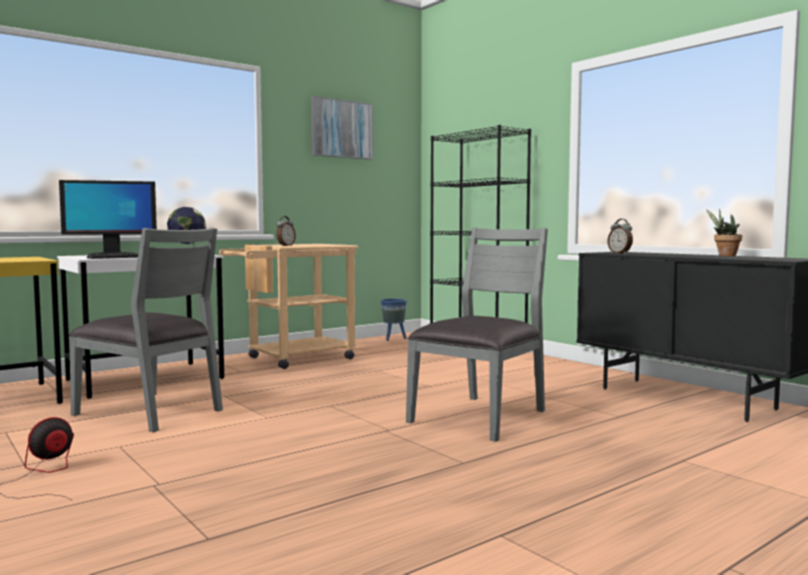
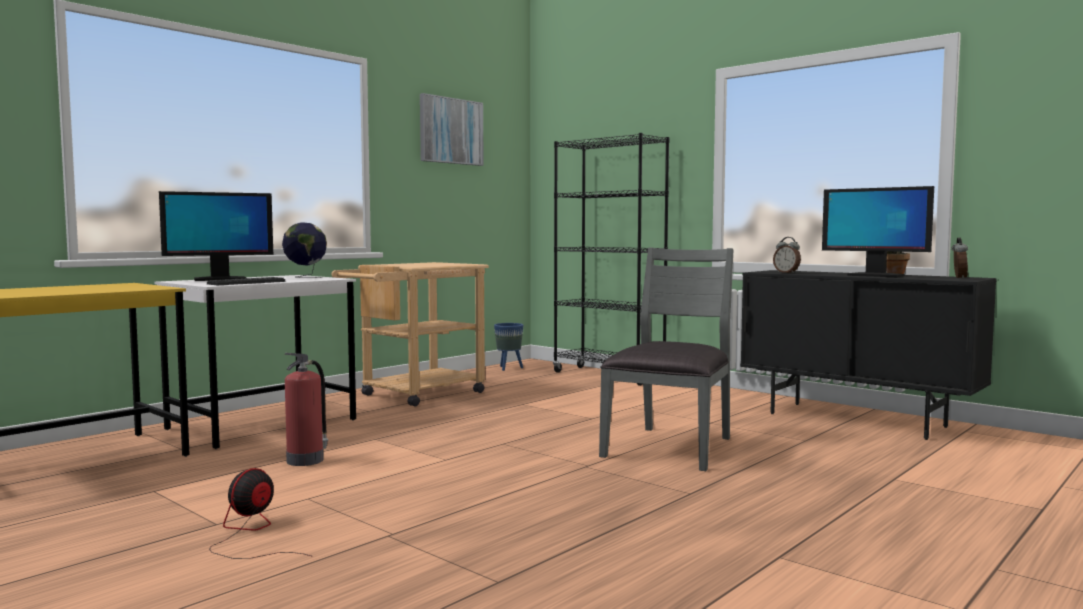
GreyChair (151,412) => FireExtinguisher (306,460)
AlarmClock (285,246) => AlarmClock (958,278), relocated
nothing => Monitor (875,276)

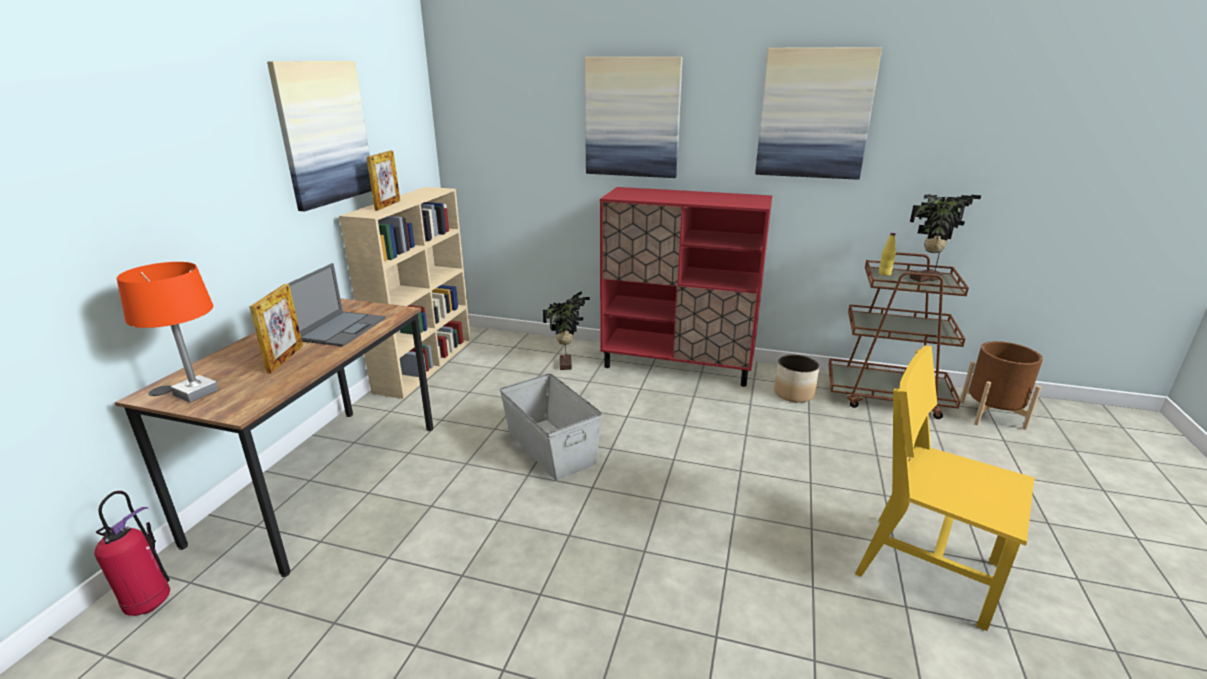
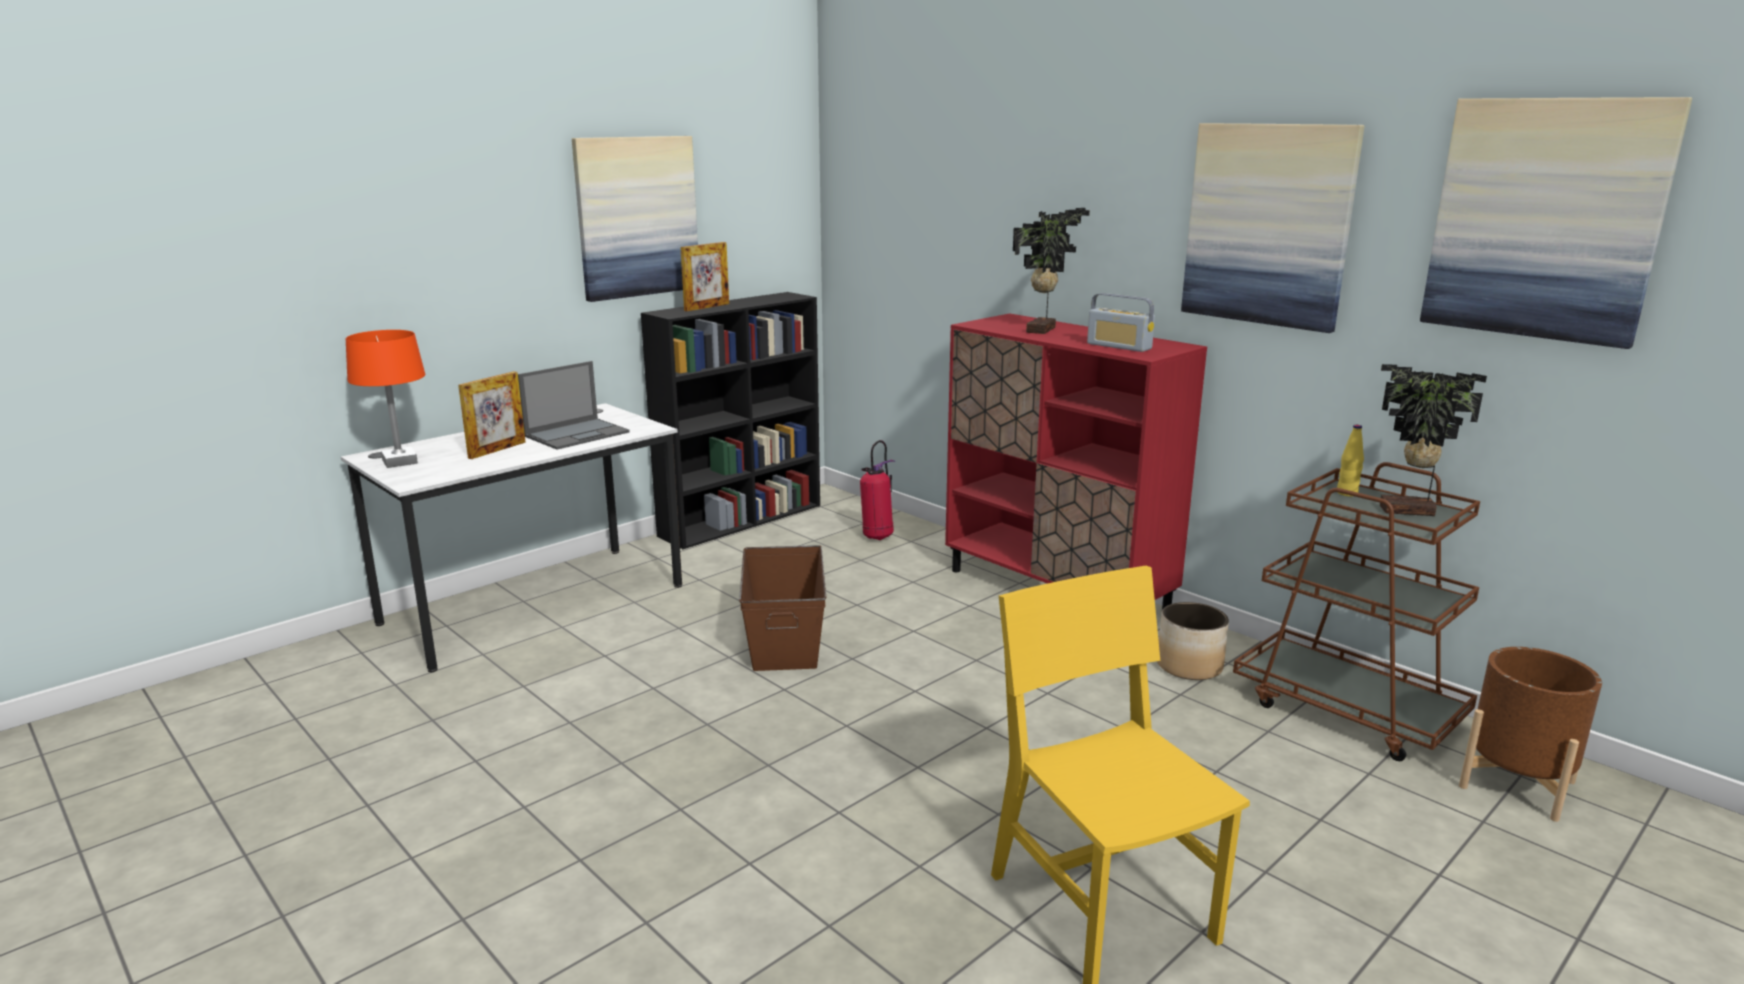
FireExtinguisher (149,602) => FireExtinguisher (877,537), relocated
BrownDesk (323,480) => WhiteDesk (534,604)
BeigeBookcase (425,364) => BlackBookcase (742,520)
GreyStorageBox (551,447) => BrownStorageBox (785,637)
PottedPlant (567,364) => PottedPlant (1044,330), relocated
Picture (632,118) => Picture (1545,219), relocated
nothing => Radio (1119,346)

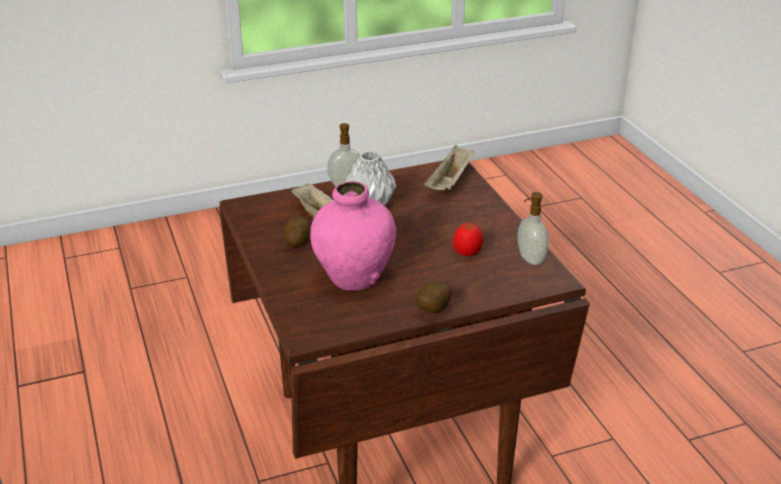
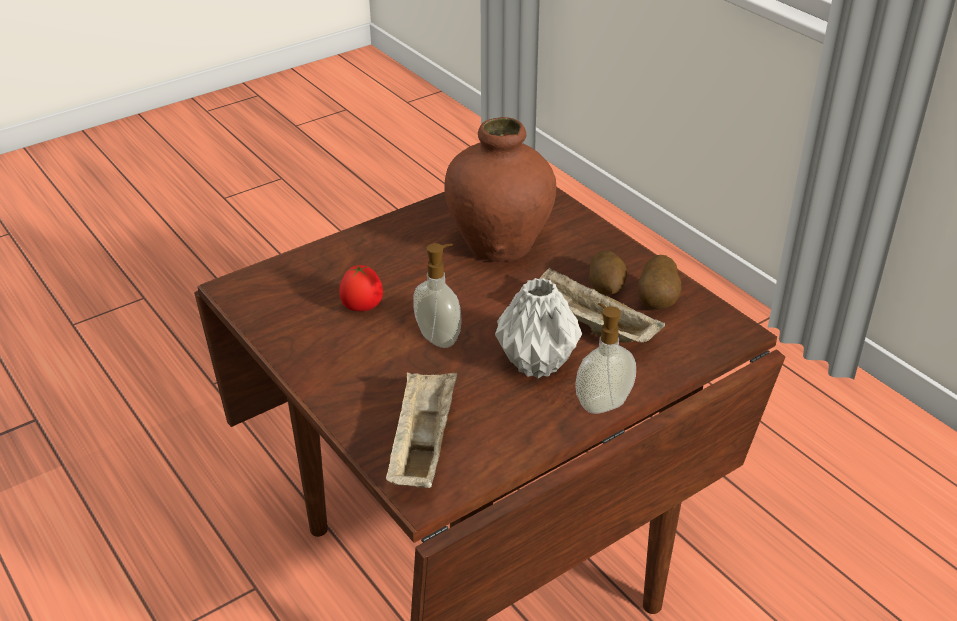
PinkVase (354,278) => BrownVase (500,247)
Potato (431,310) => Potato (658,302), relocated
SoapDispenser (529,259) => SoapDispenser (439,337), relocated

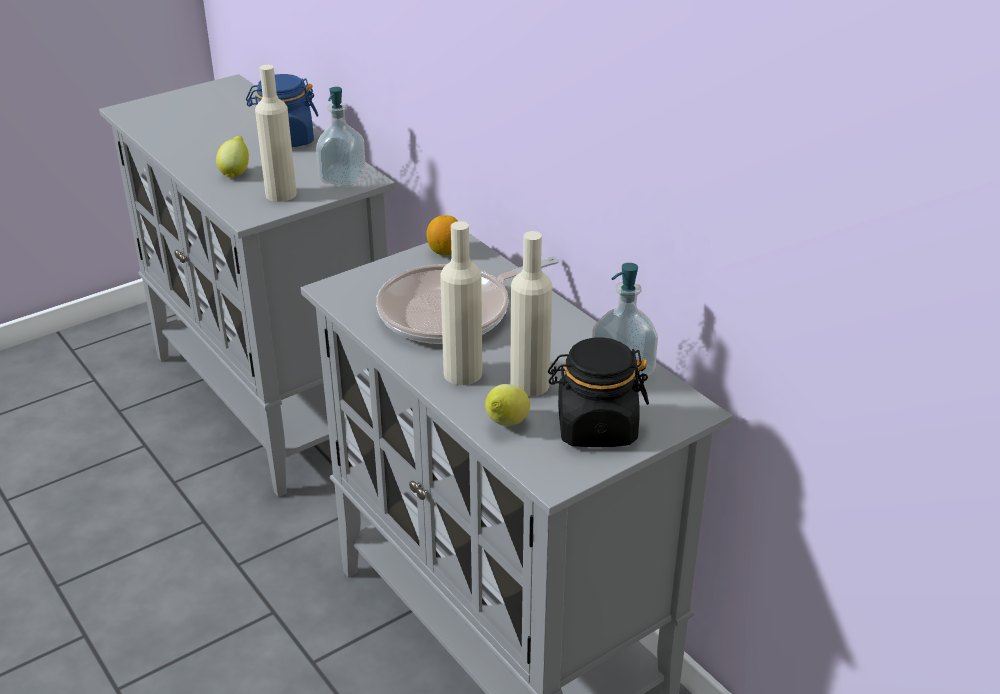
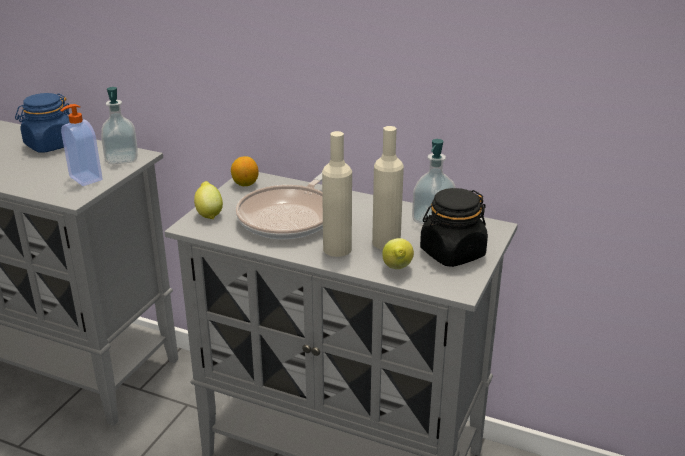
Lemon (235,173) => Lemon (209,214), relocated
BeigeBottle (281,194) => SoapDispenser (84,179)

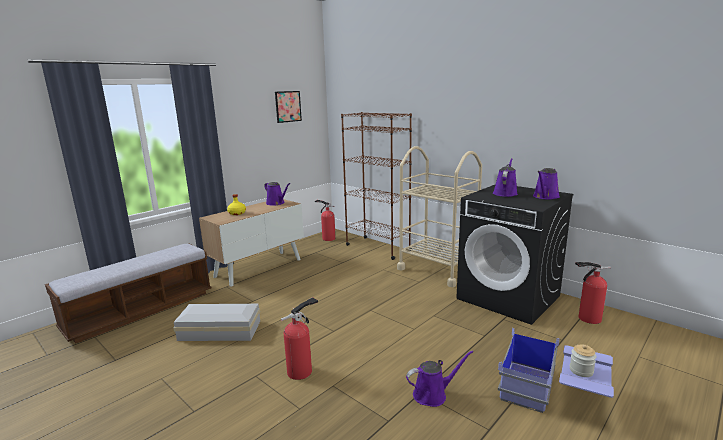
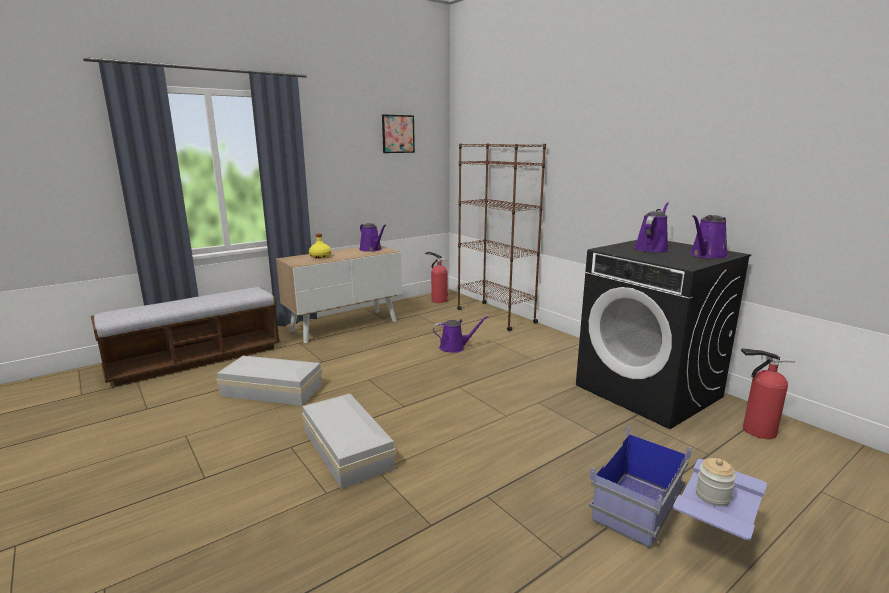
FireExtinguisher (302,370) => WhiteStorageBox (347,448)
BeigeCart (437,269) => nothing
PurpleWateringCan (433,394) => PurpleWateringCan (455,347), relocated

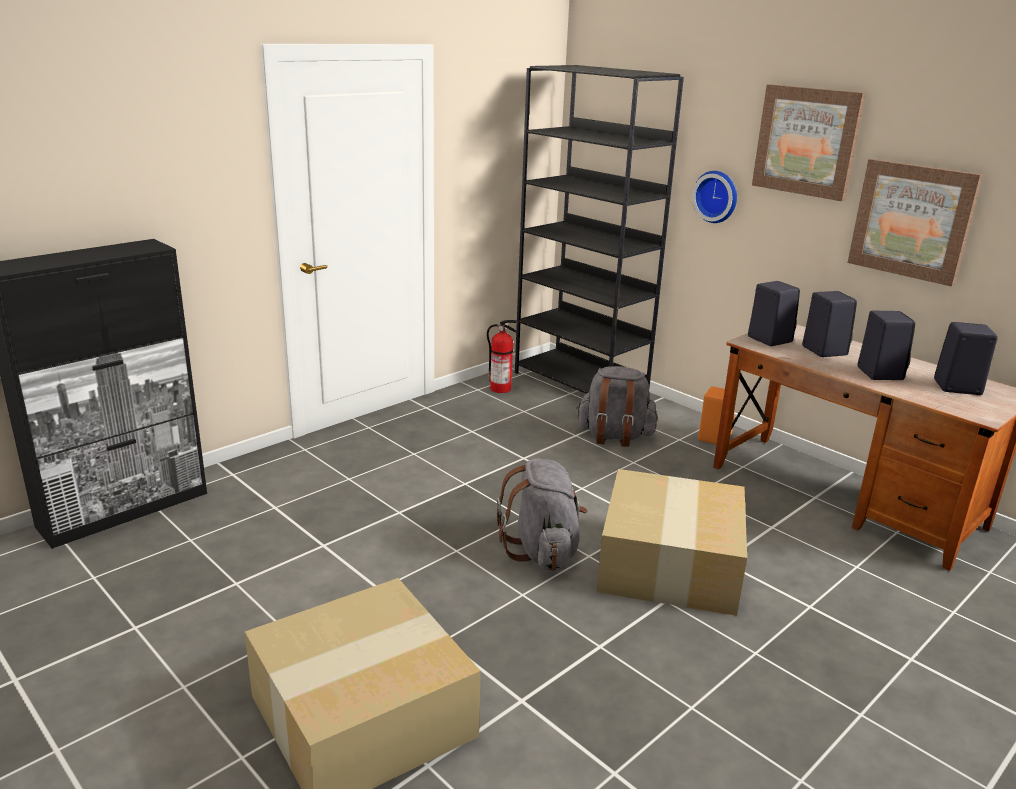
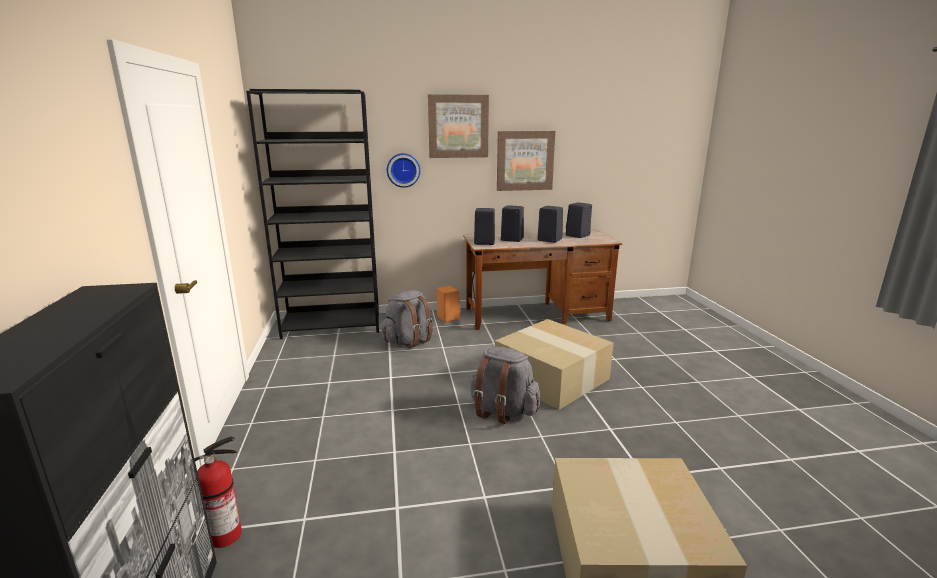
FireExtinguisher (501,389) => FireExtinguisher (226,534), relocated

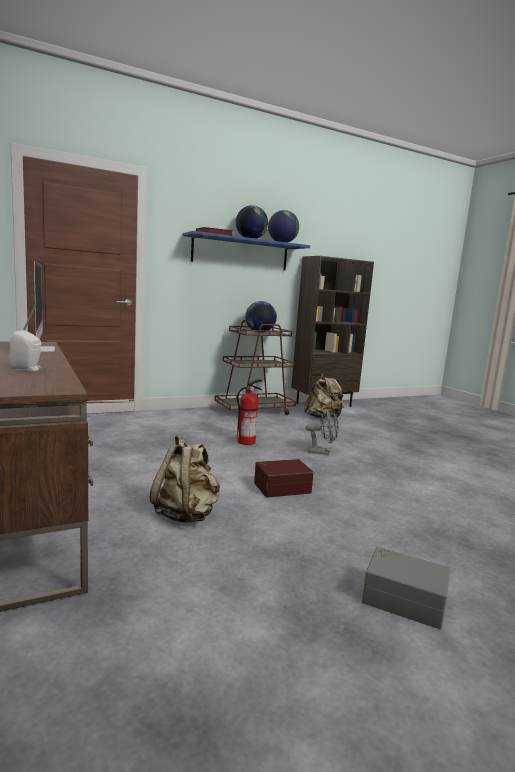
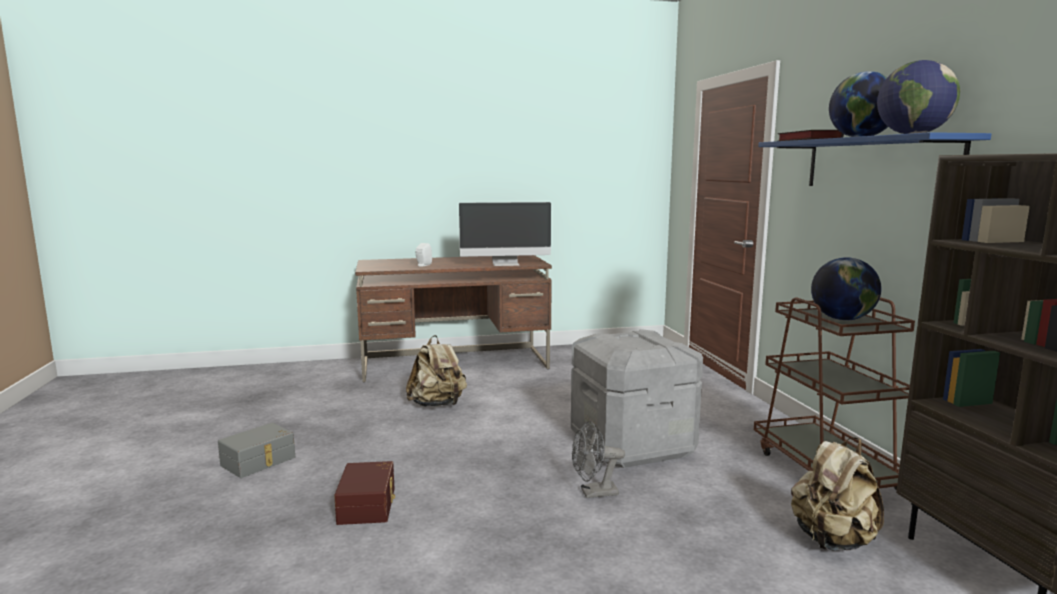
FireExtinguisher (246,442) => GreyStorageBox (633,445)
BrownStorageBox (281,487) => BrownStorageBox (368,505), relocated
GreyFan (322,452) => GreyFan (594,493), 60 degrees clockwise

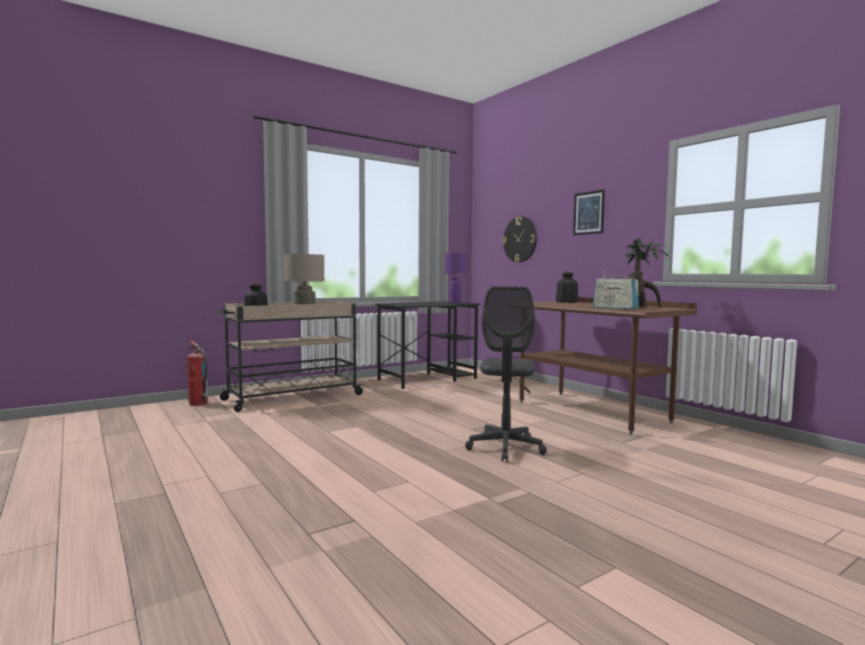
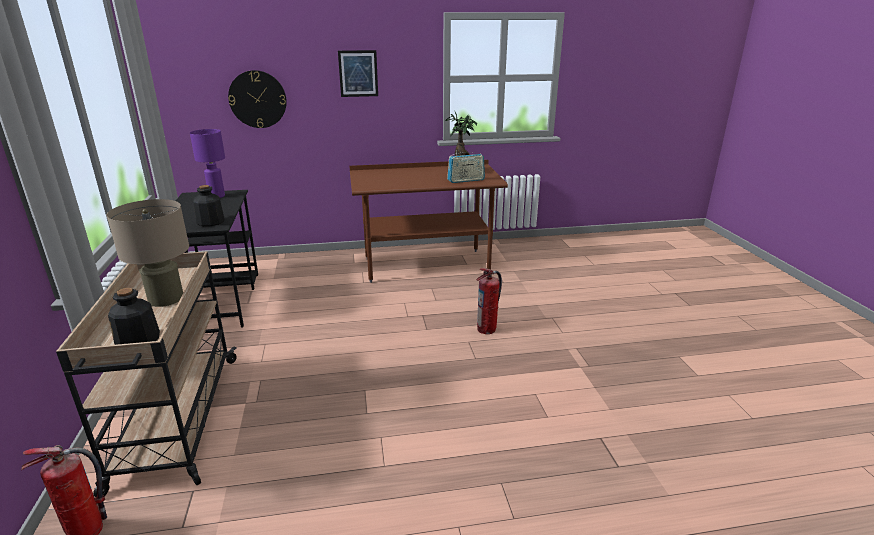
GreyOfficeChair (505,448) => FireExtinguisher (487,329)
Bottle (566,302) => Bottle (210,222), relocated

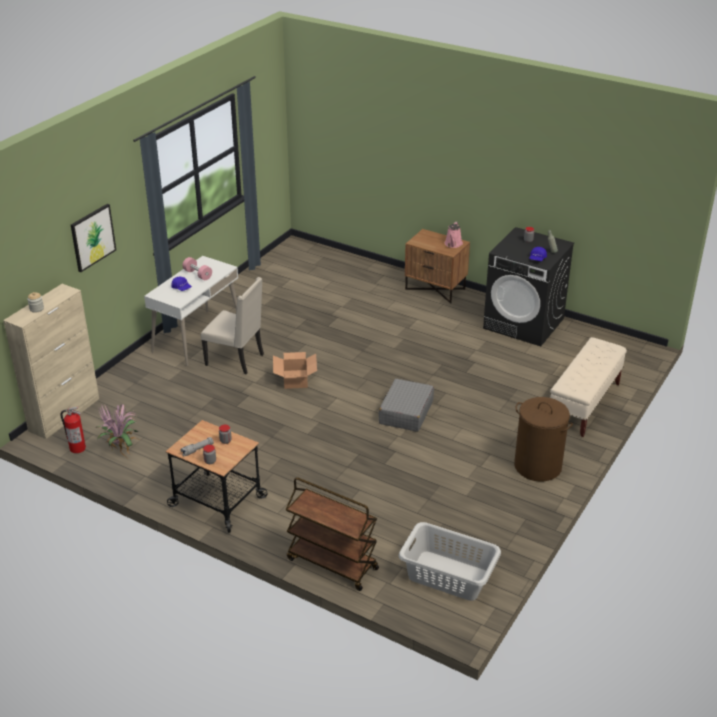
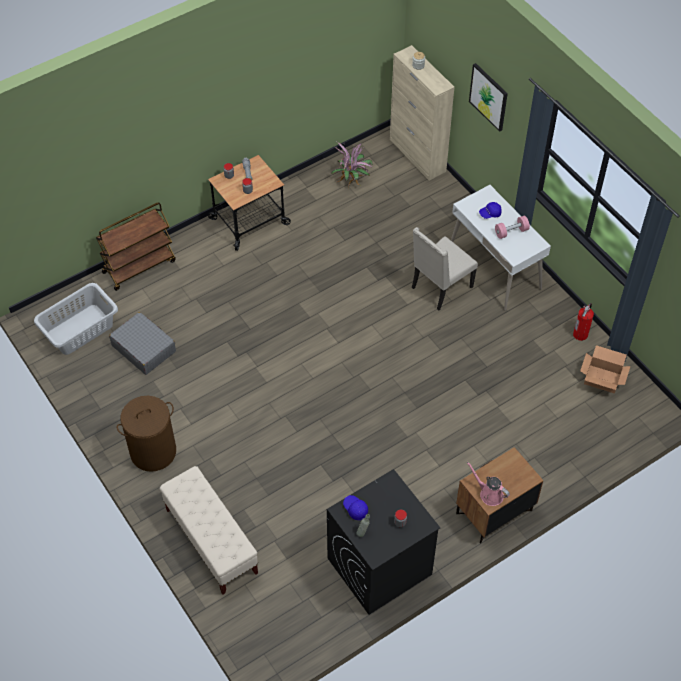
FireExtinguisher (77,448) => FireExtinguisher (580,334), relocated
CardboardBox (296,379) => CardboardBox (602,379), relocated
GreySuitcase (406,412) => GreySuitcase (144,348), relocated

